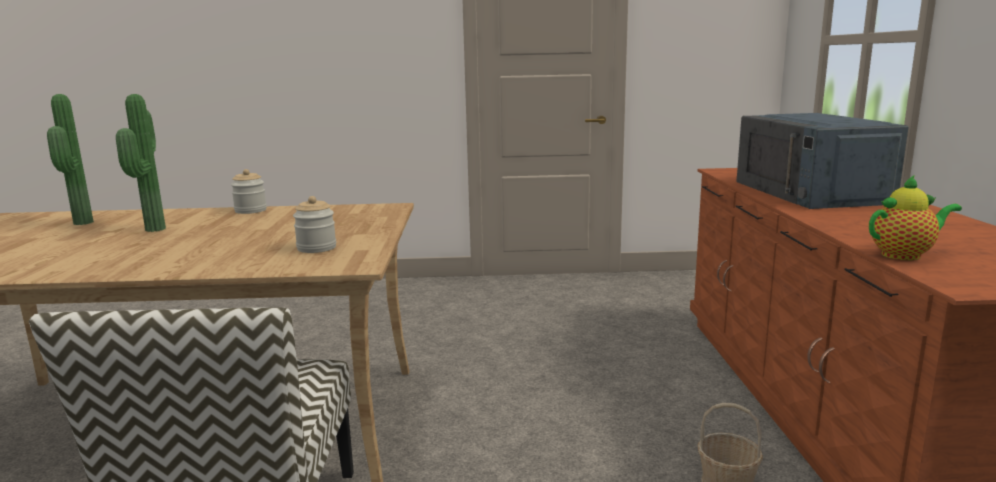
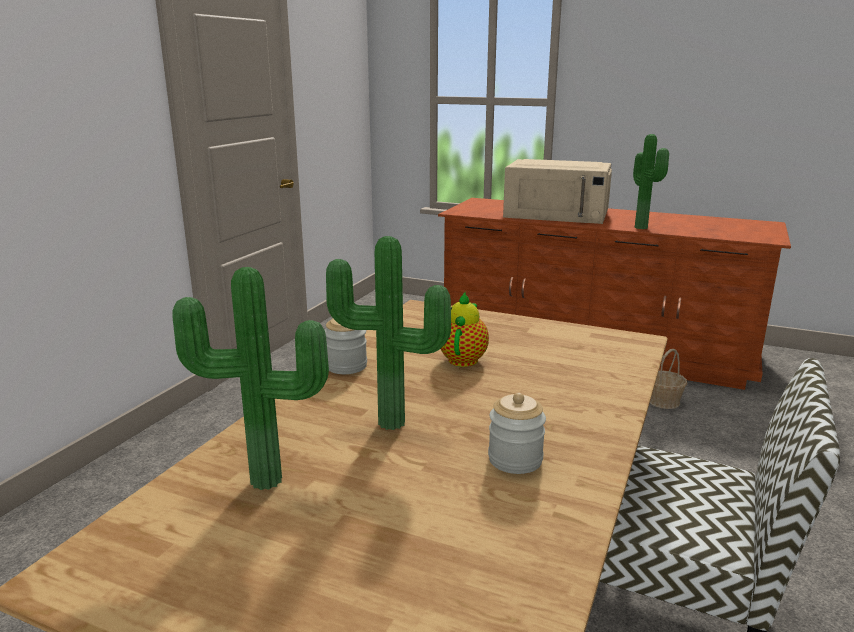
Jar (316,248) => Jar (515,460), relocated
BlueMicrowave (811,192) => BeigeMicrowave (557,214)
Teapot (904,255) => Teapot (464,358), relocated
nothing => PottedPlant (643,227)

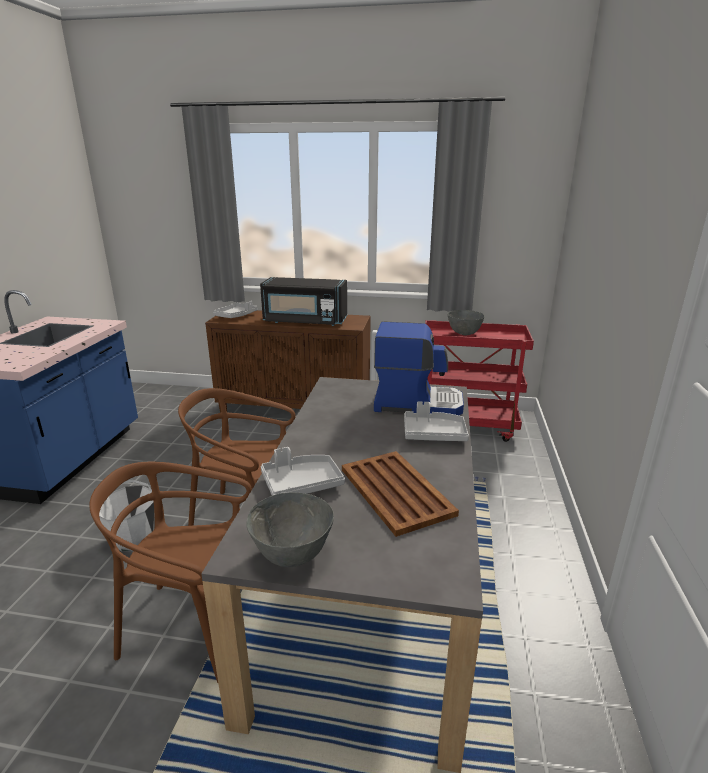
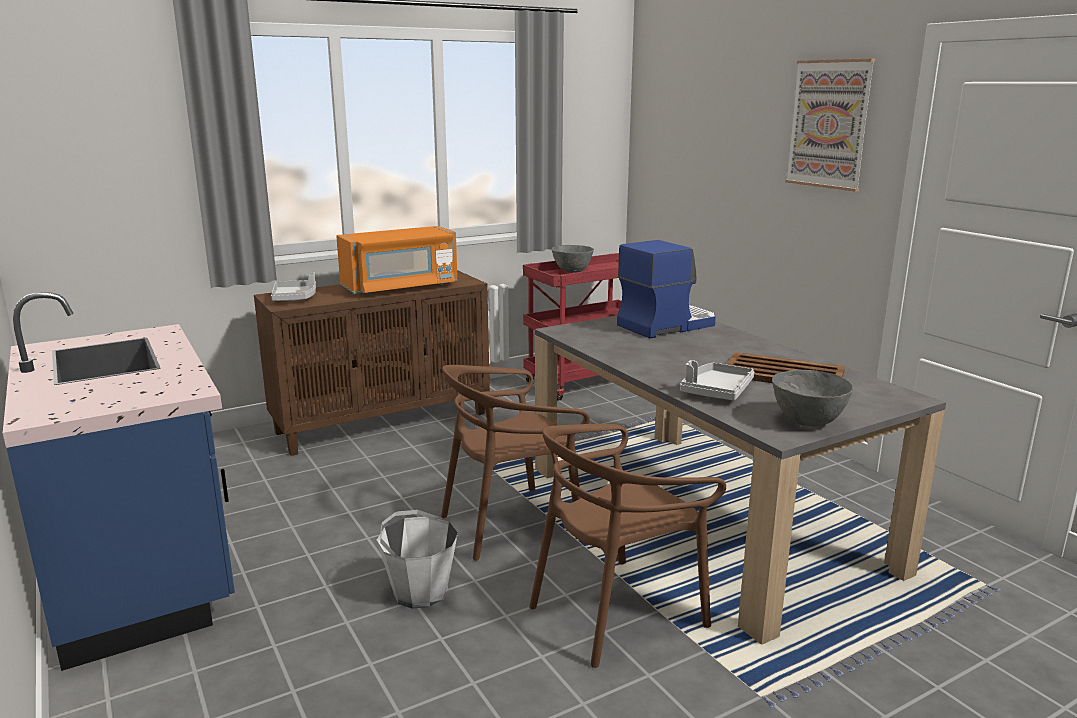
BlackMicrowave (305,321) => OrangeMicrowave (400,287)
GreyTray (433,434) => nothing
nothing => Picture (829,124)

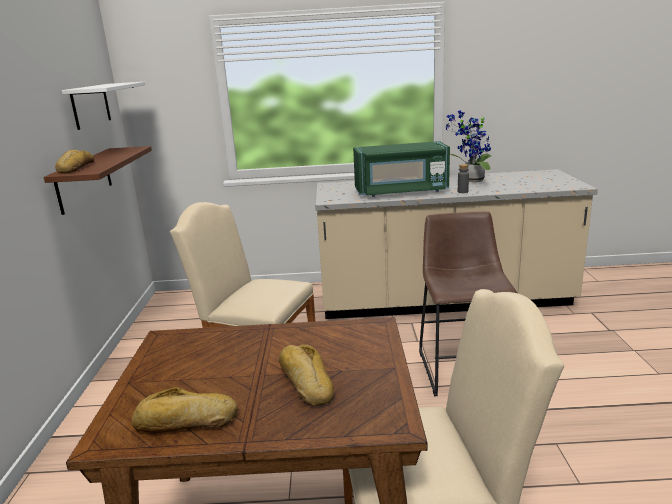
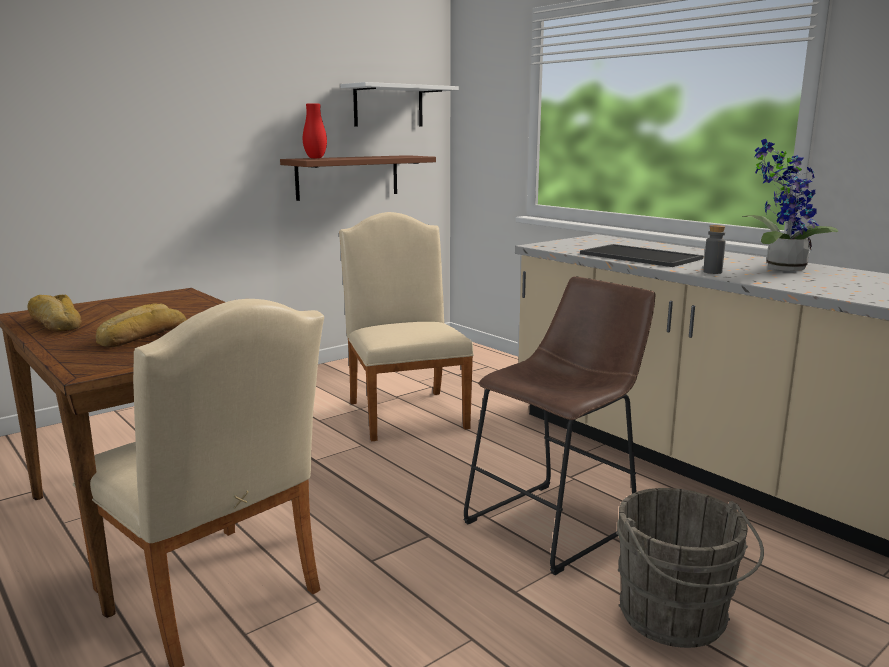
Bread (74,168) => RedVase (315,158)
GreenMicrowave (401,191) => Tray (642,256)
nothing => GreyBucket (676,619)

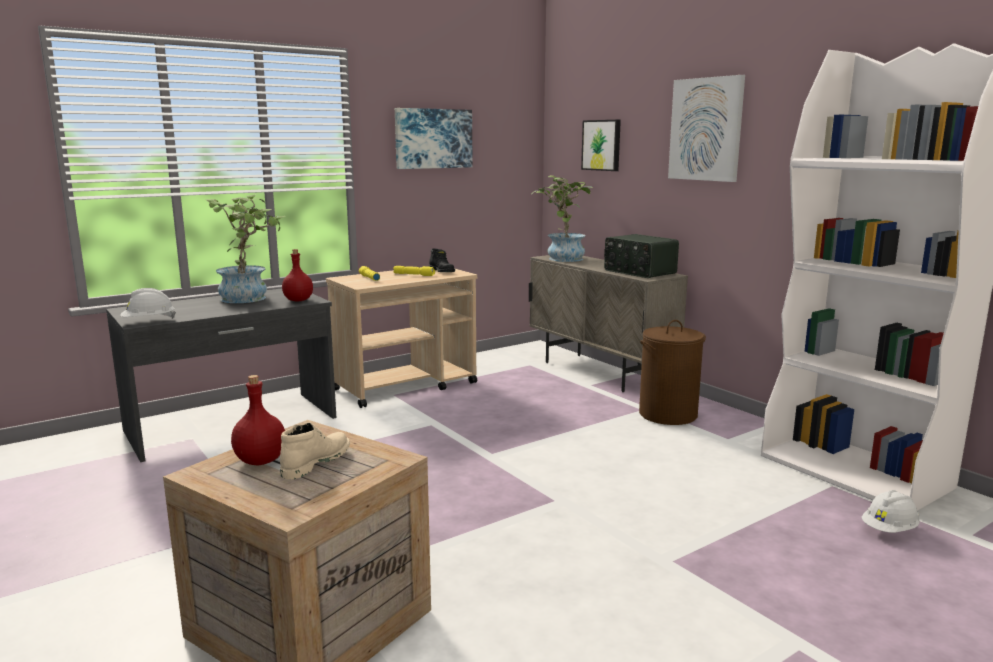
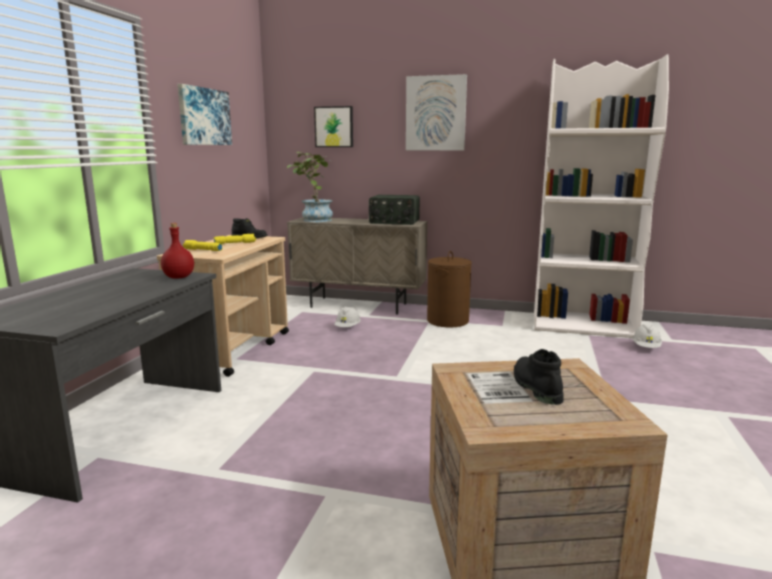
WhiteHardHat (148,321) => WhiteHardHat (348,328), relocated
PottedPlant (250,297) => nothing
RedBottle (259,461) => nothing
BeigeBoot (315,462) => BlackBoot (535,387)

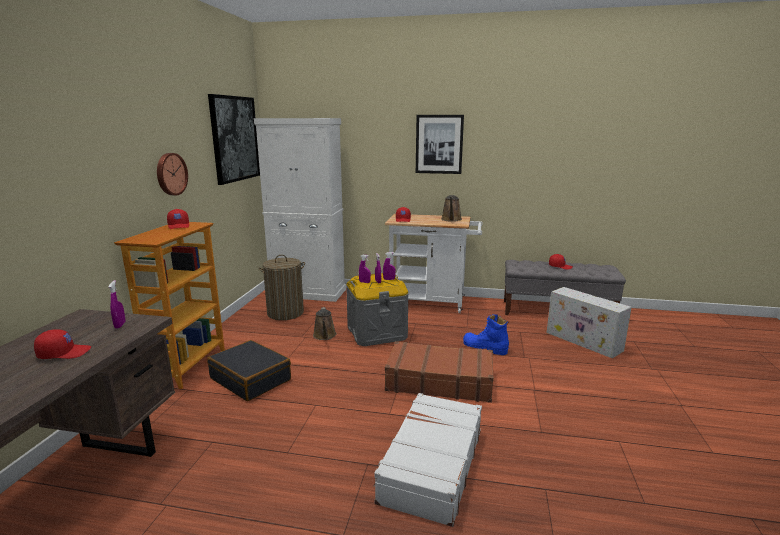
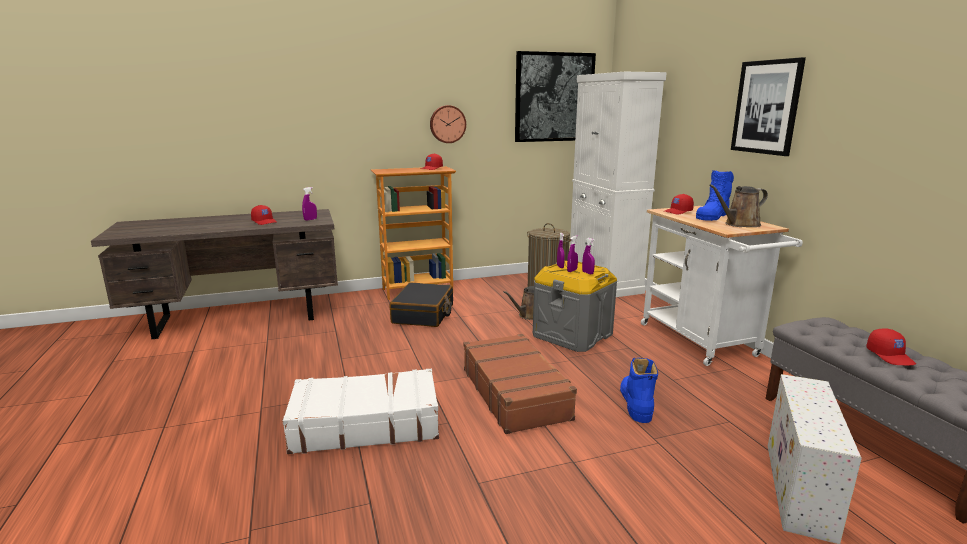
nothing => BlueBoot (712,216)

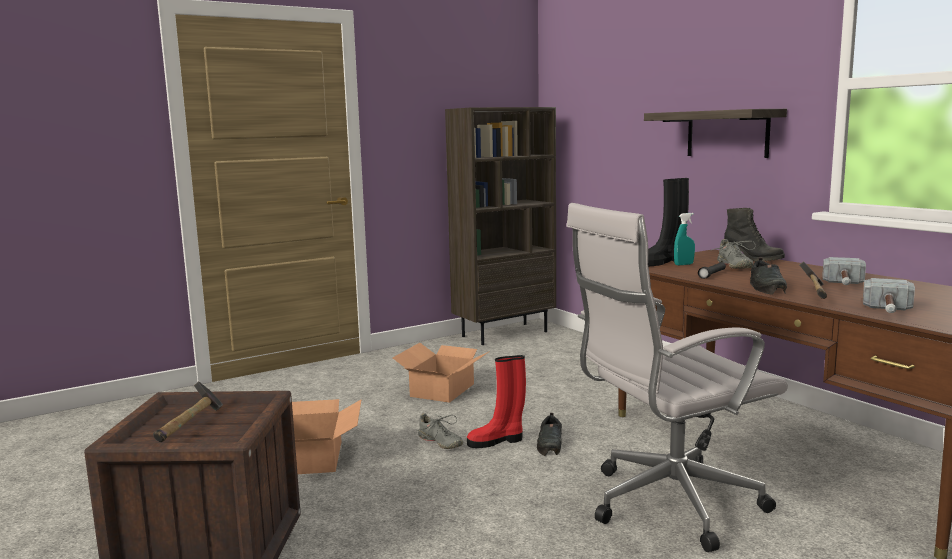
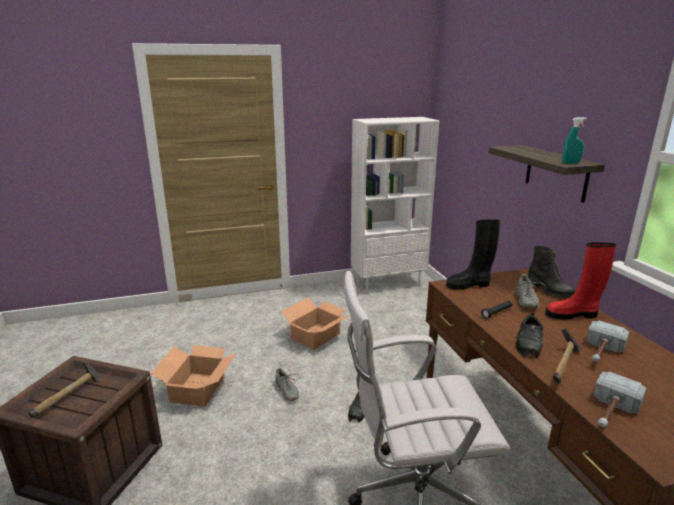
BrownBookcase (504,333) => WhiteBookcase (388,283)
RedBoot (497,441) => RedBoot (572,315), relocated
TurquoiseSprayBottle (684,264) => TurquoiseSprayBottle (570,163), relocated

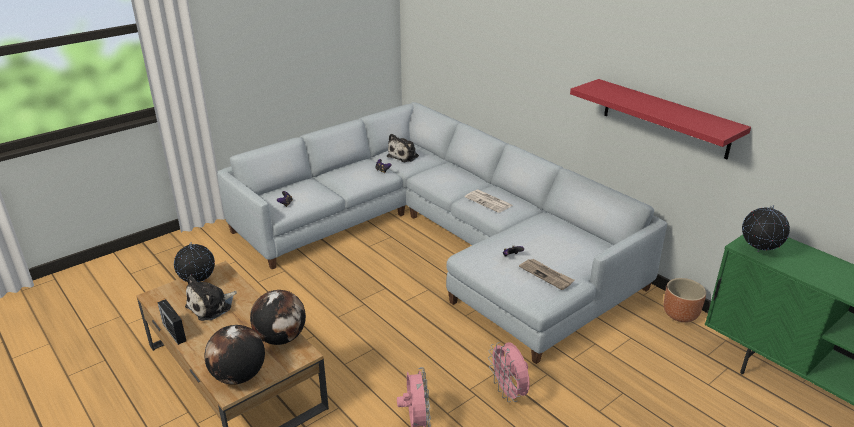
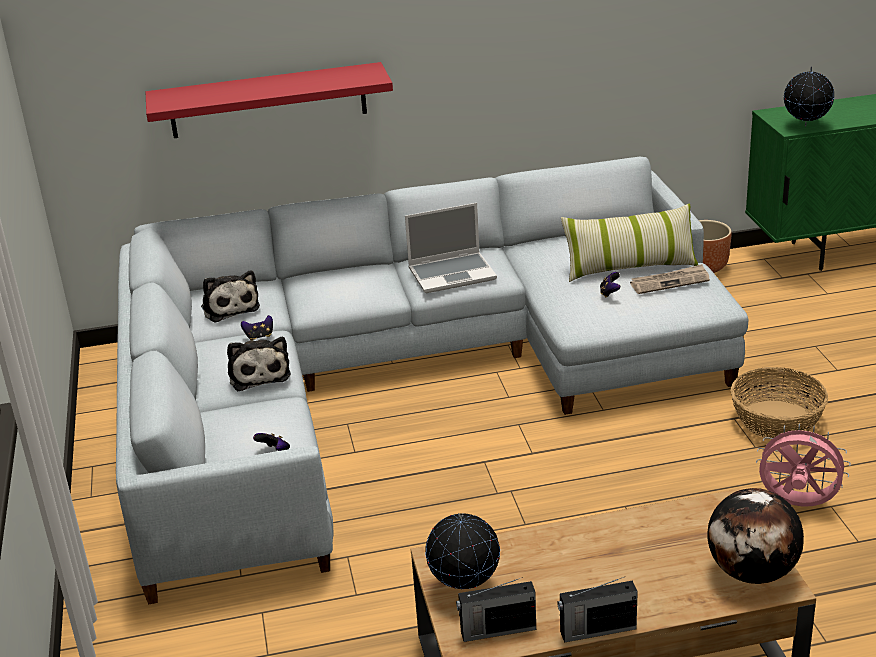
PlushToy (211,306) => PlushToy (259,374), relocated
Globe (281,338) => nothing
Newspaper (489,201) => Laptop (453,274)
PinkFan (509,392) => Basket (776,420)
RedShelf (665,118) => RedShelf (268,100), relocated
nothing => Radio (496,630)
nothing => Pillow (629,267)

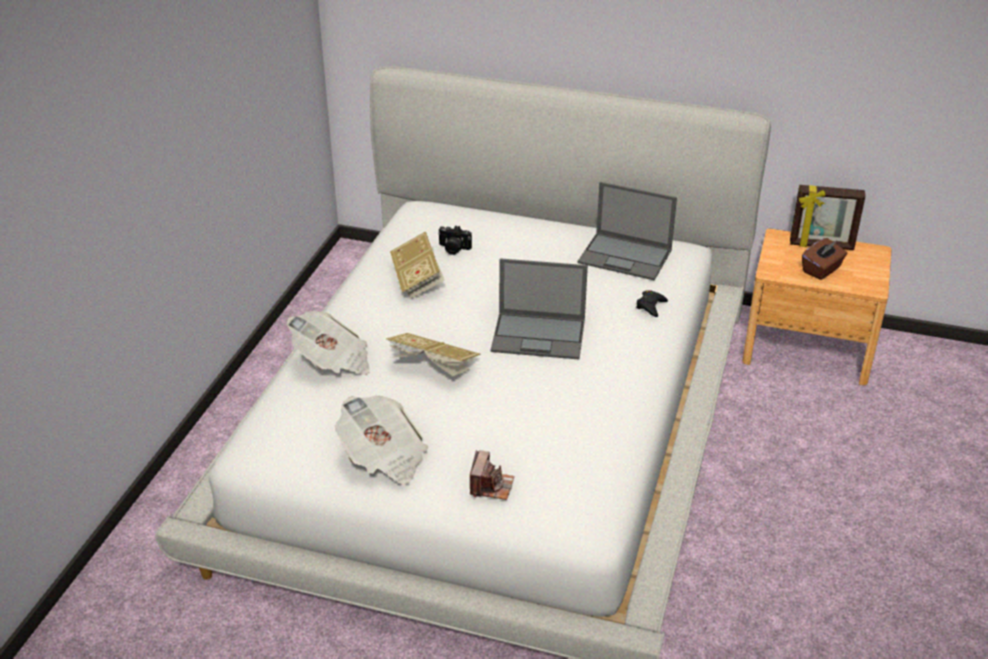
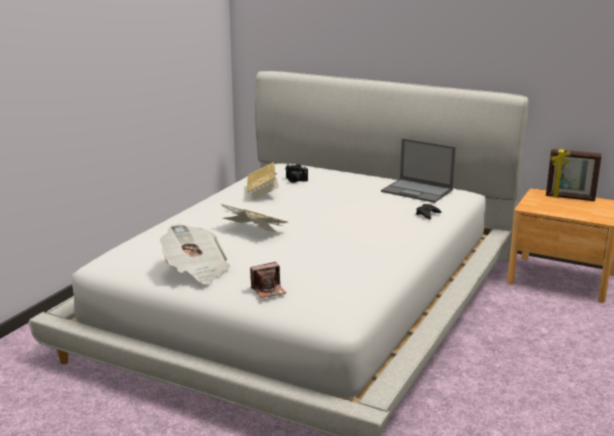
Newspaper (333,362) => nothing
PhotoCamera (491,486) => PhotoCamera (268,290), 45 degrees clockwise
Laptop (539,336) => nothing
BrownTissueBox (822,270) => nothing

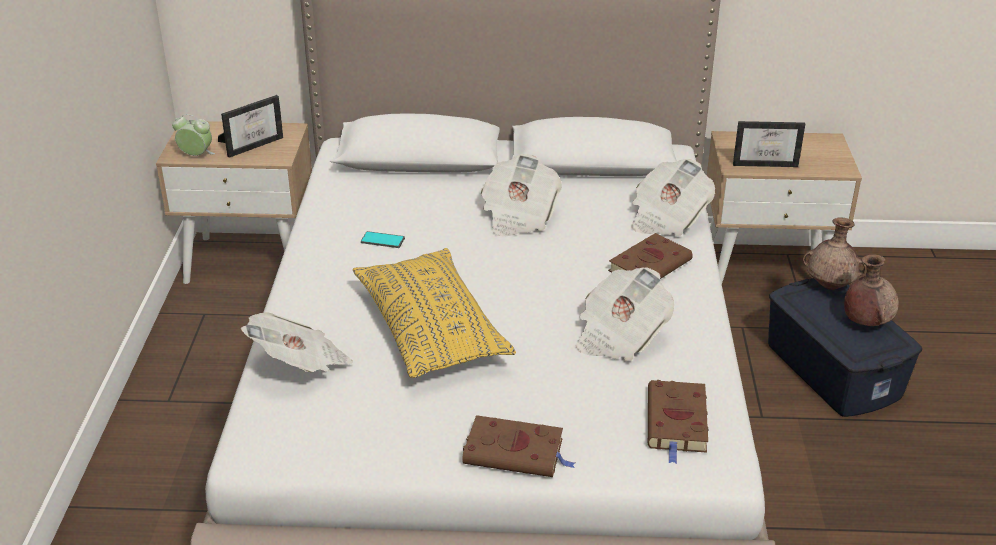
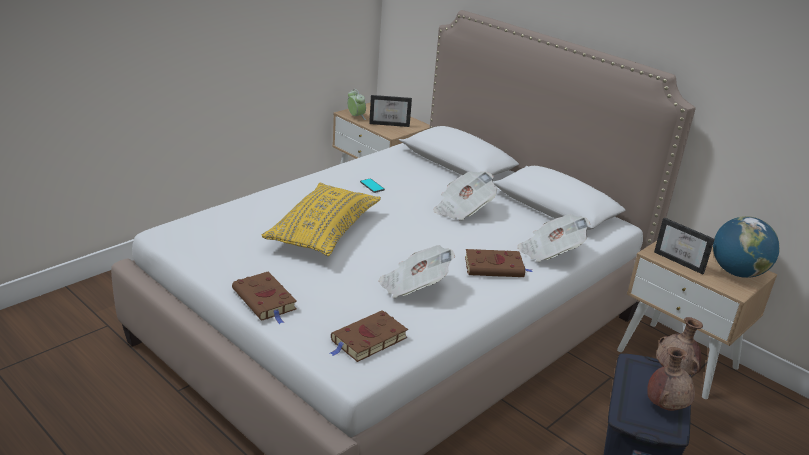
Newspaper (301,364) => nothing
nothing => Globe (737,272)

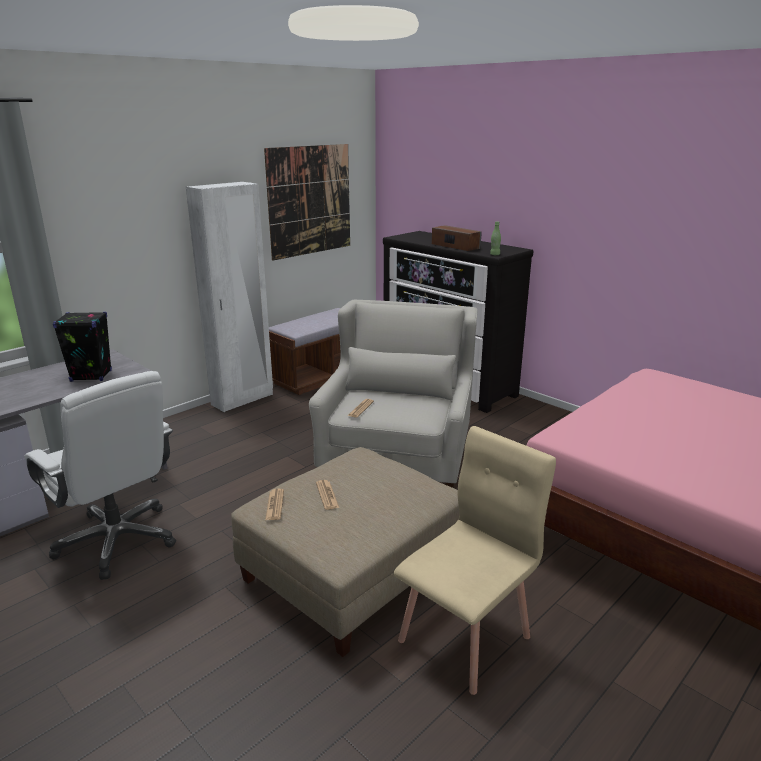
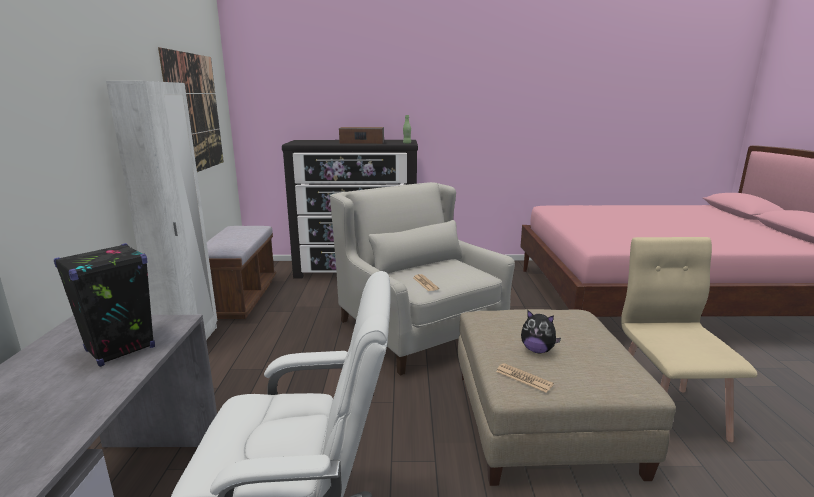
Newspaper (327,495) => PlushToy (537,350)

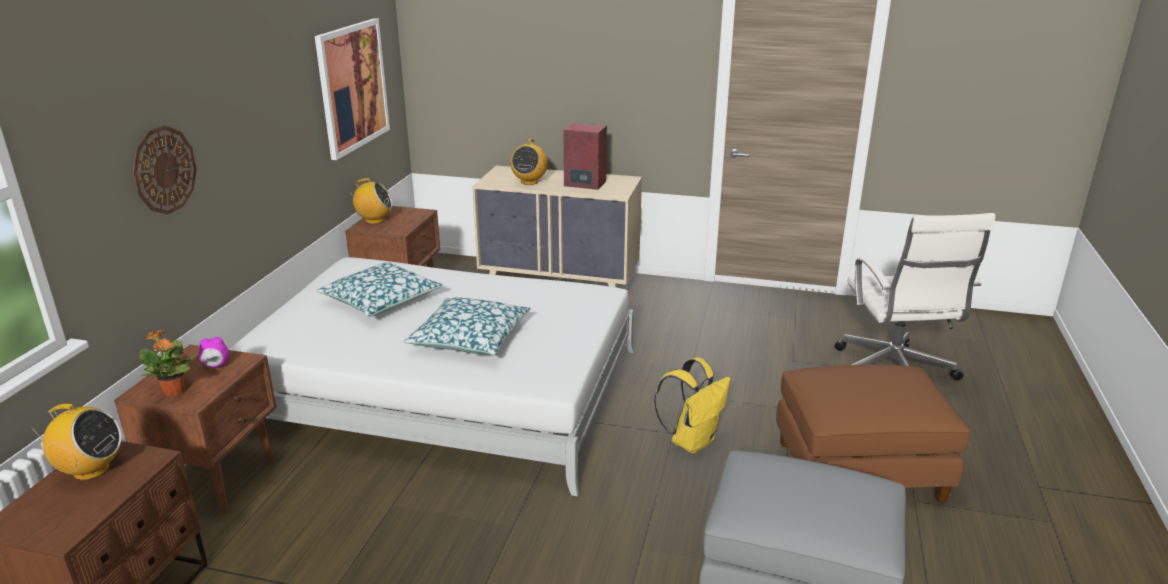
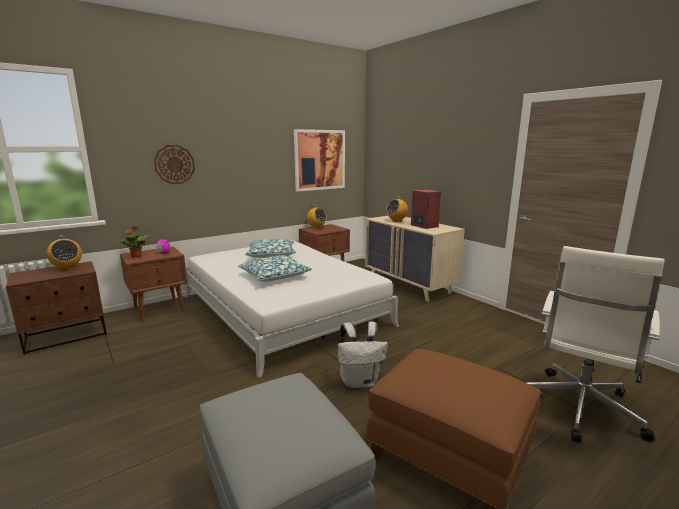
YellowBackpack (692,441) => WhiteBackpack (360,381)

